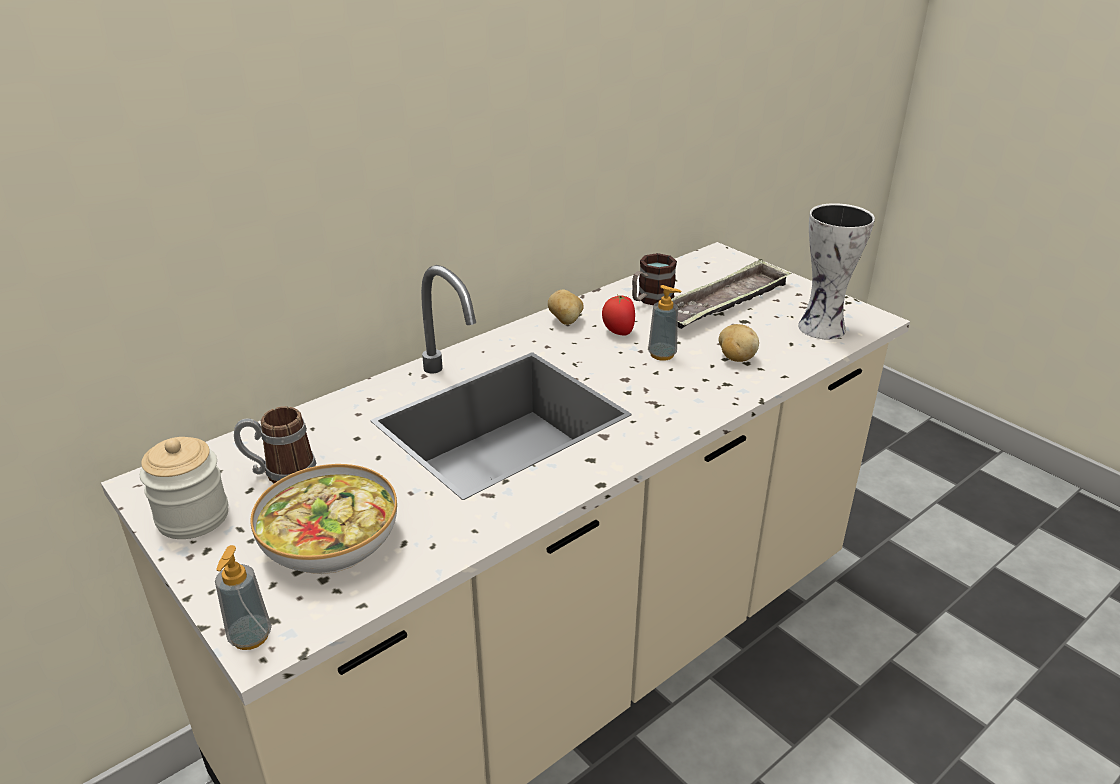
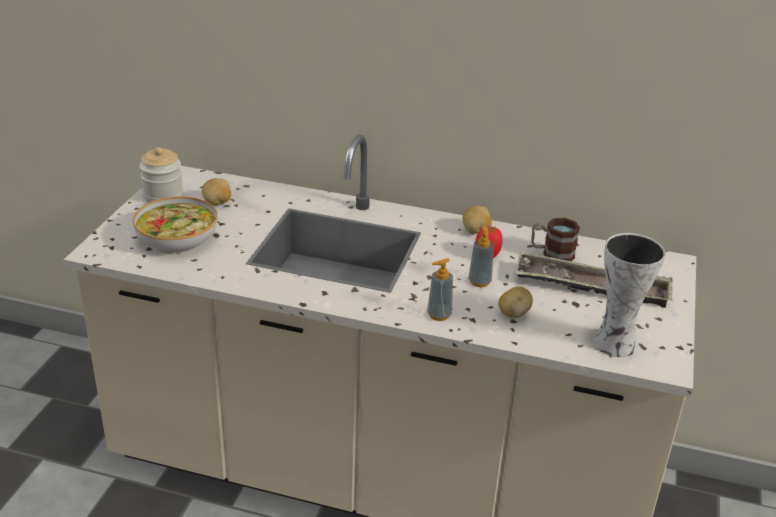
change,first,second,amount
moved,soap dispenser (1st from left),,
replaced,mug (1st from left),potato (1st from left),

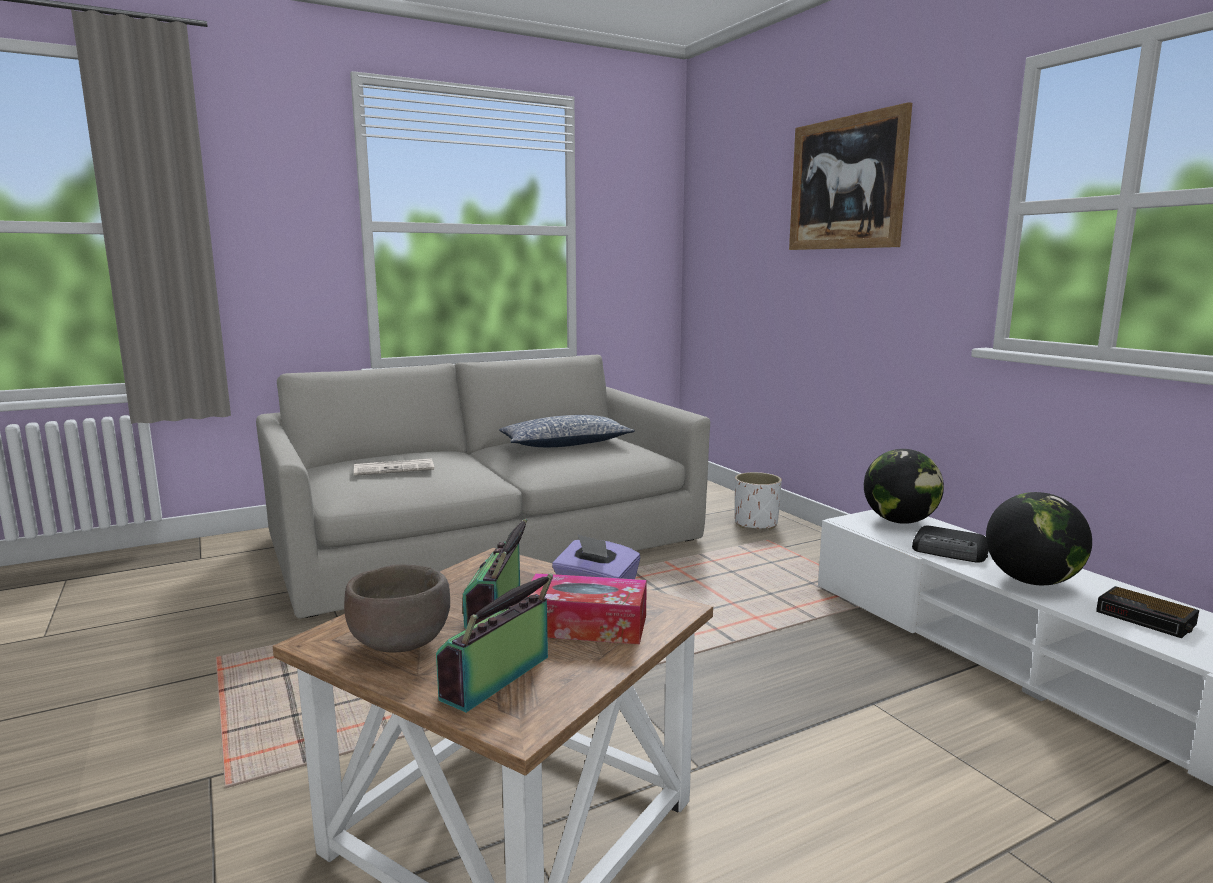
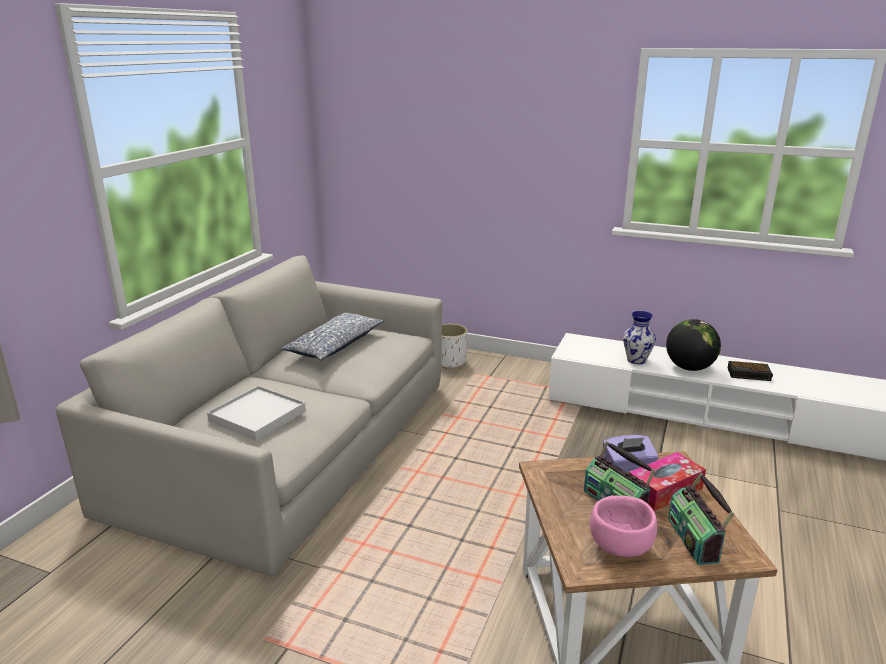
change,first,second,amount
removed,picture,,
removed,globe (1st from left),,
replaced,newspaper,white tray,
replaced,radio (3rd from left),vase,
recoloured,brown bowl,pink bowl,

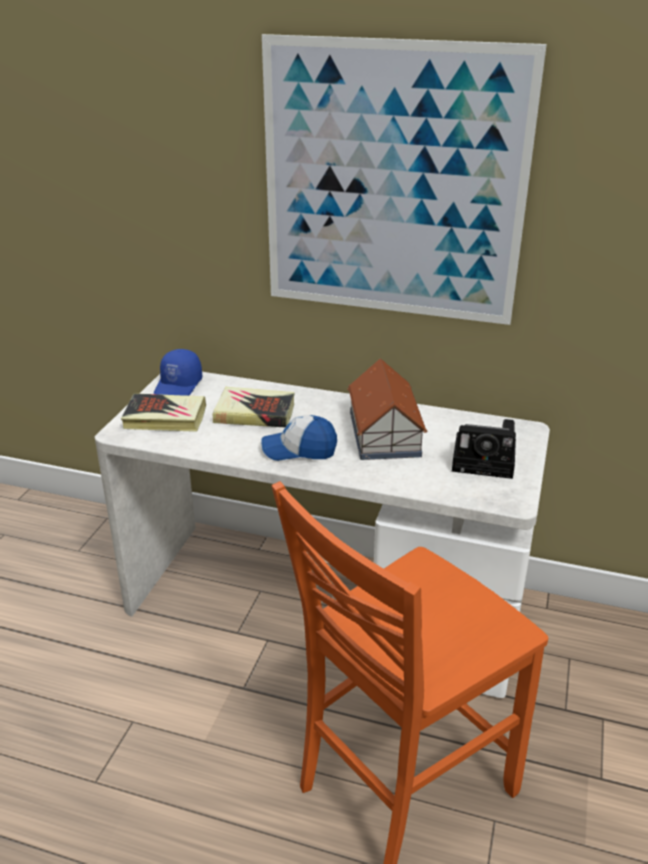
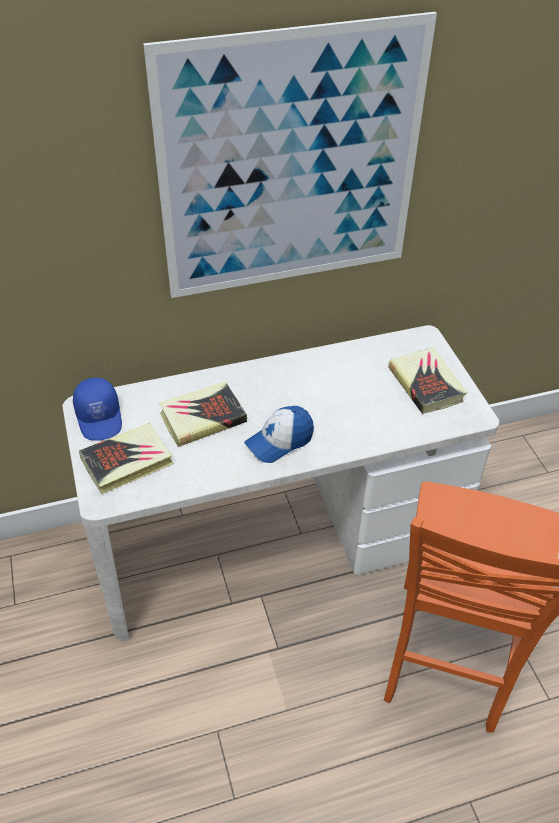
change,first,second,amount
removed,toy house,,
replaced,photo camera,book (3rd from left),

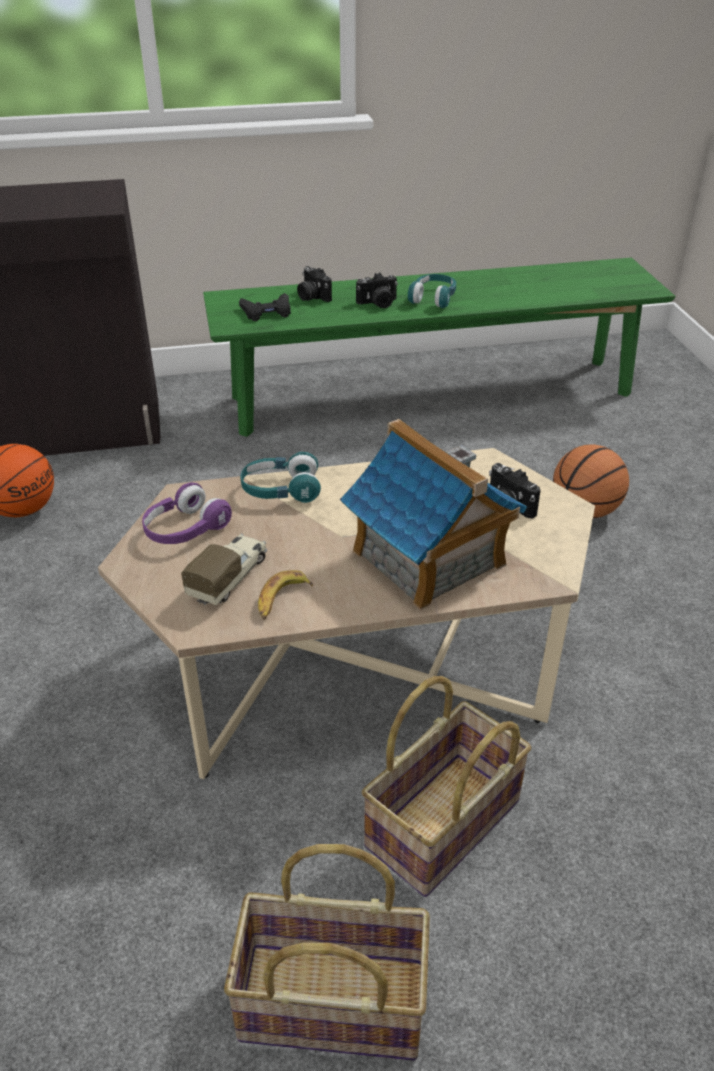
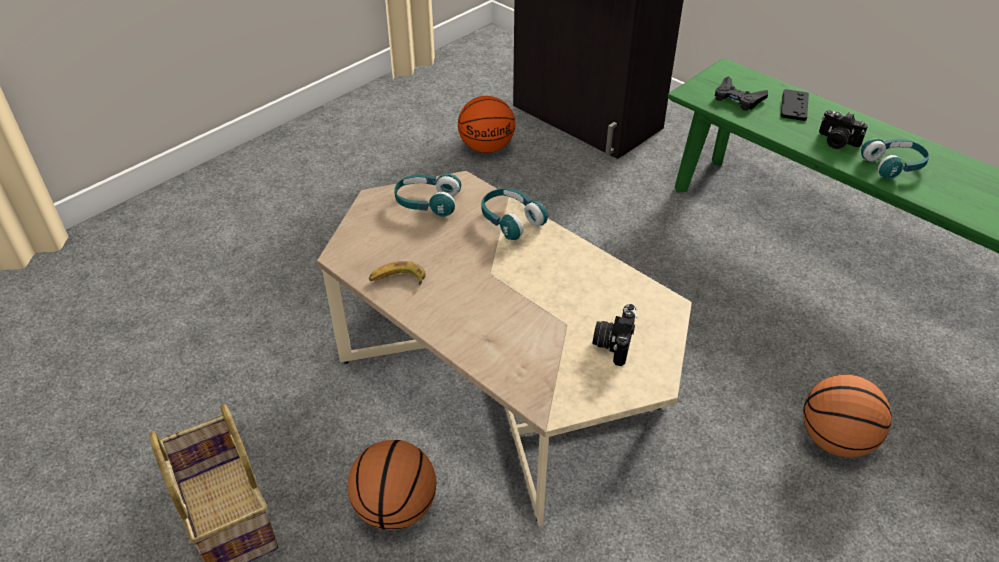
change,first,second,amount
removed,toy truck,,
removed,toy house,,
replaced,photo camera (1st from left),black game controller (2nd from left),
replaced,basket (2nd from left),basketball (1st from left),
recoloured,purple headphones,turquoise headphones (1st from left),

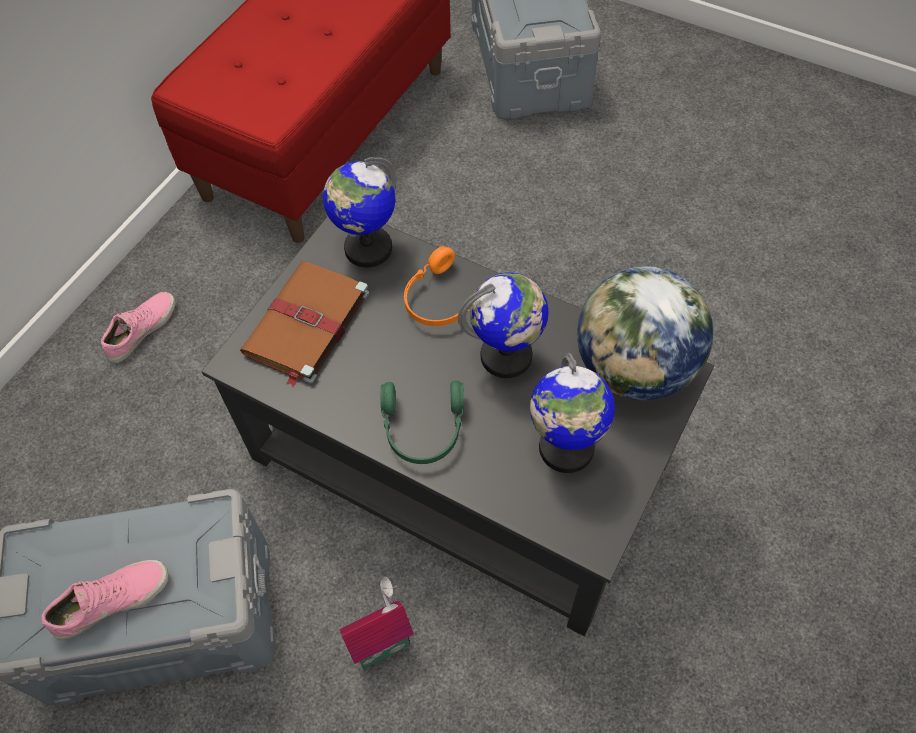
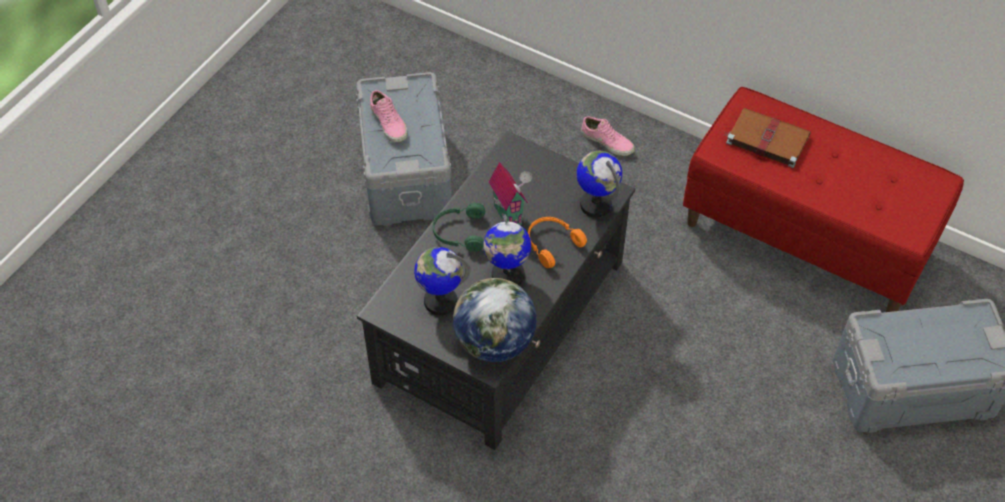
change,first,second,amount
moved,brown book,,
moved,toy house,,

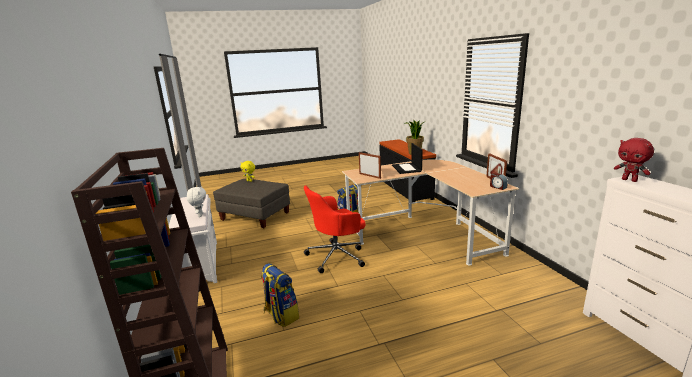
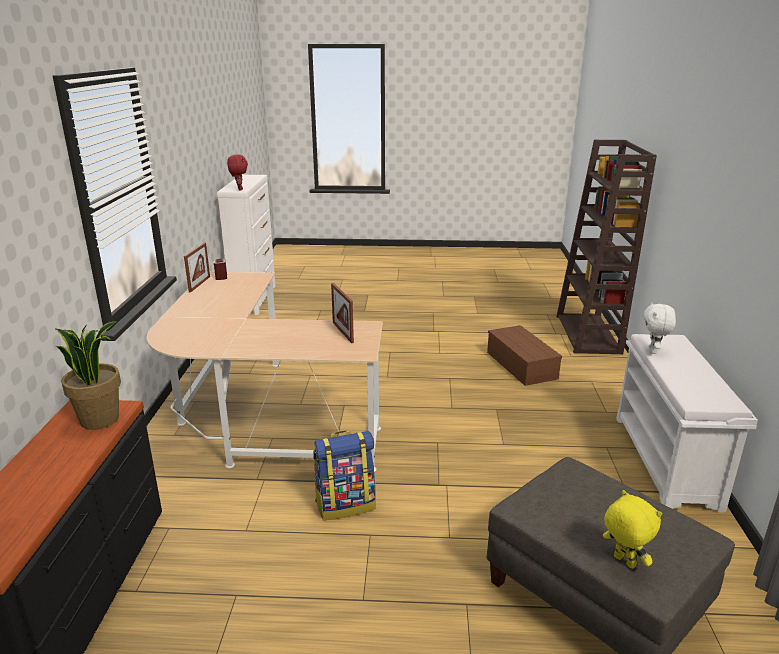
change,first,second,amount
removed,red office chair,,
removed,laptop,,
replaced,backpack (1st from left),brown storage box,

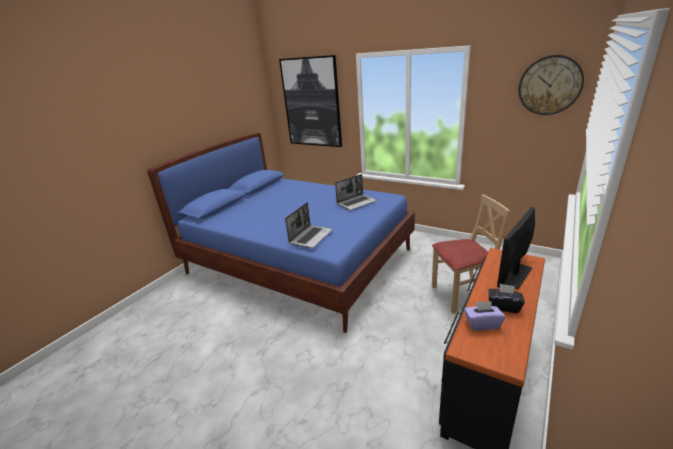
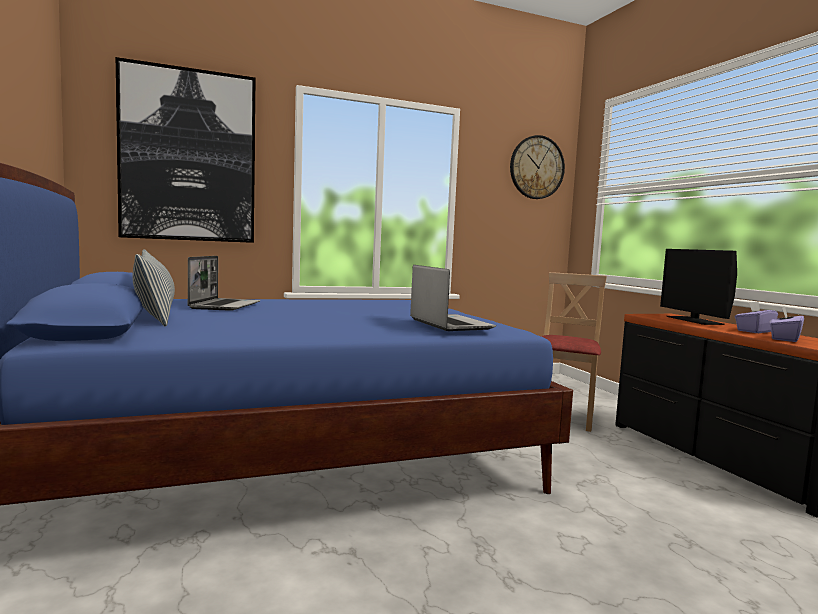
change,first,second,amount
added,,pillow,
moved,laptop (2nd from left in the first image),laptop (1st from left),
recoloured,black tissue box,purple tissue box (1st from left),

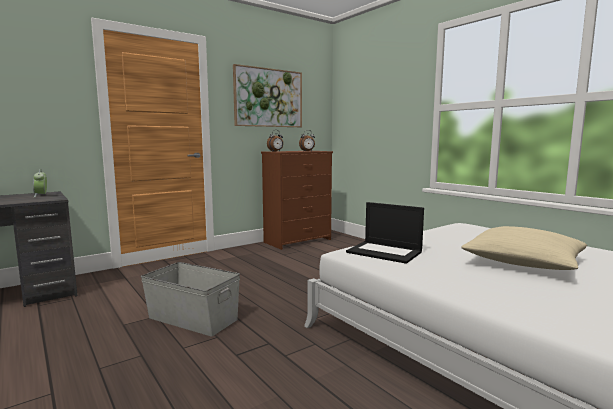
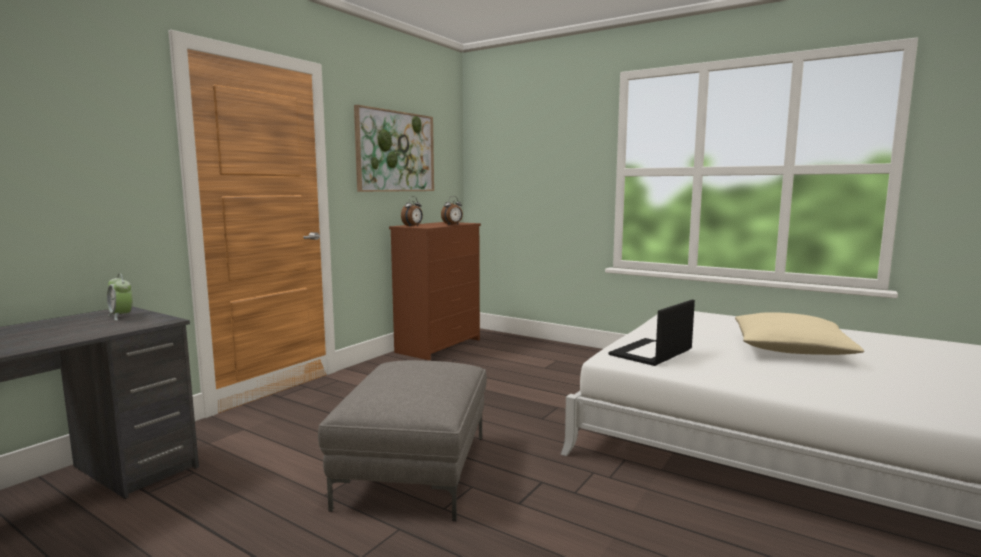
change,first,second,amount
replaced,grey storage box,grey ottoman,
turned,laptop,,120 degrees clockwise

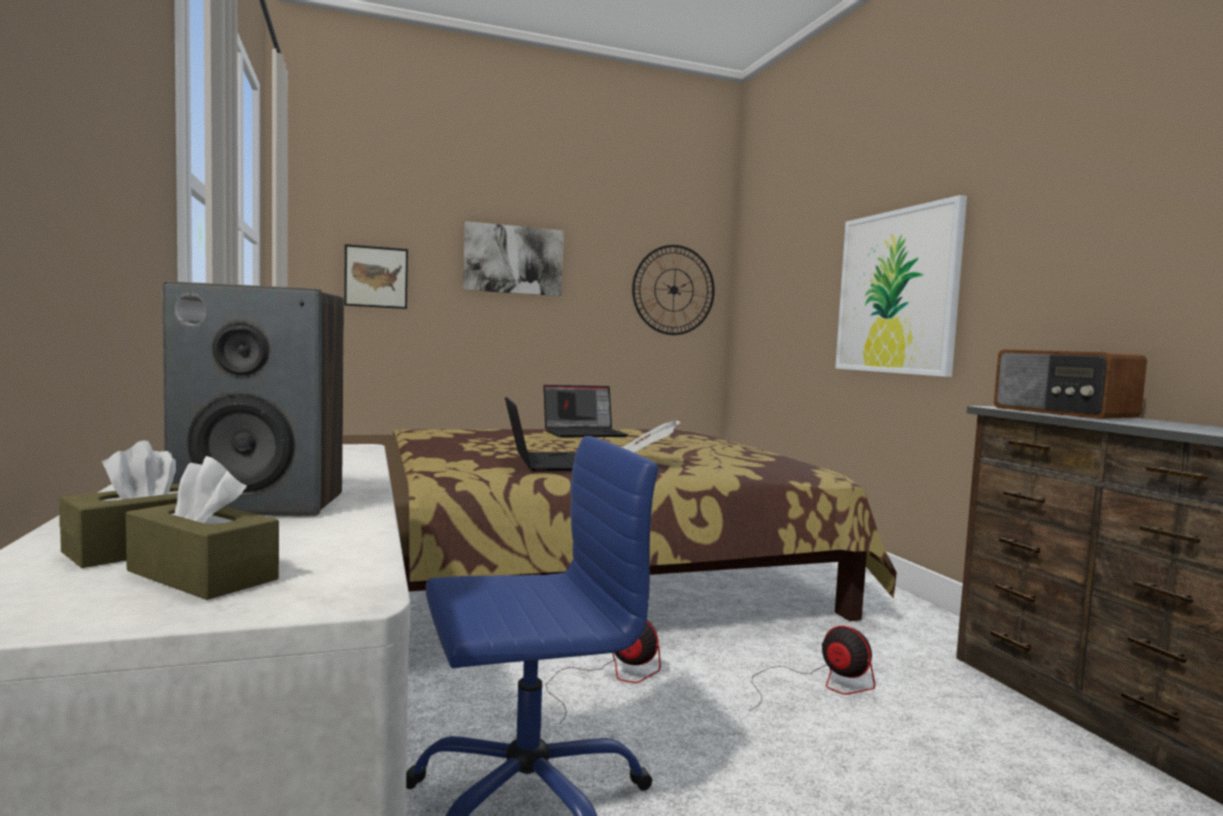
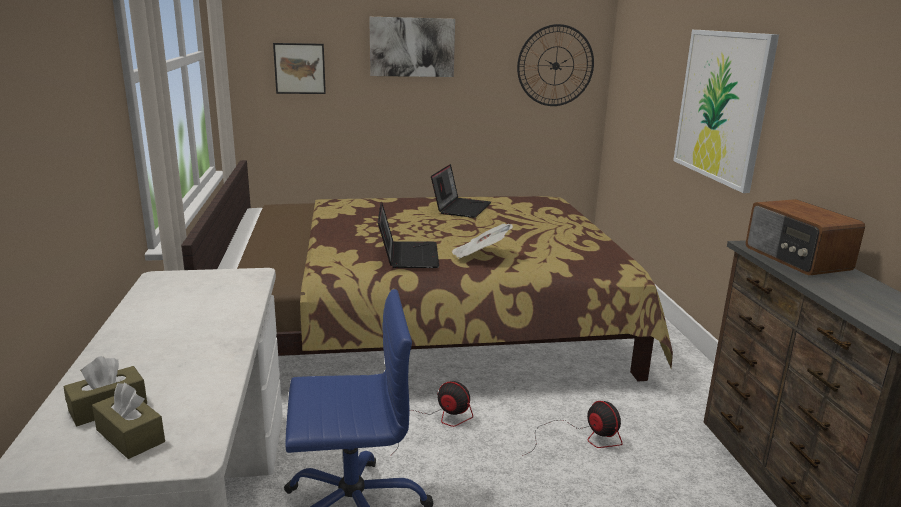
change,first,second,amount
removed,speaker,,
turned,laptop (2nd from left),,60 degrees counterclockwise

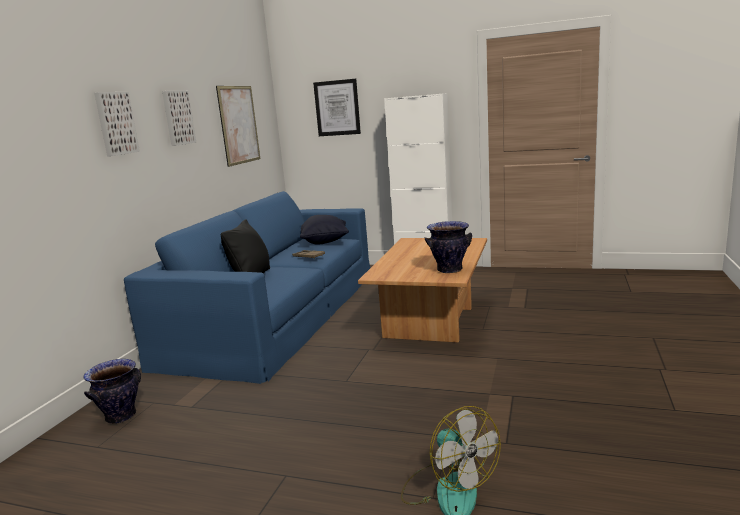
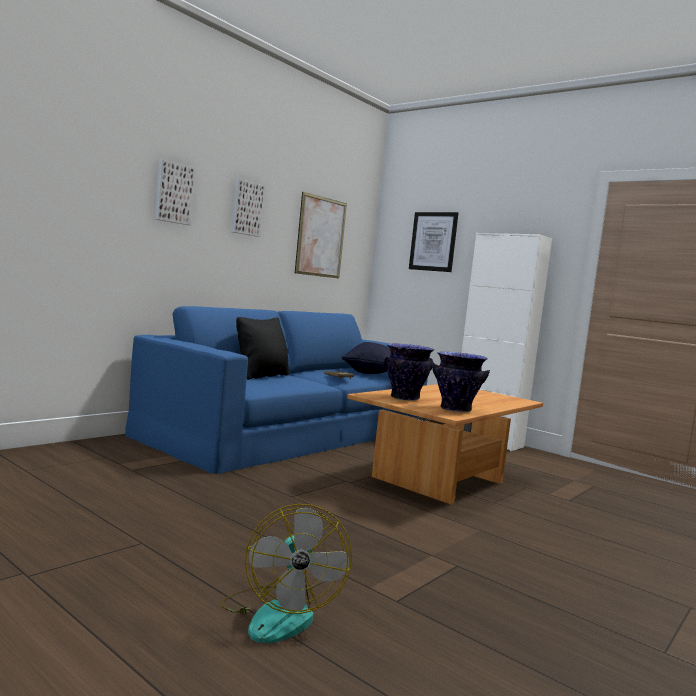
change,first,second,amount
moved,vase (1st from left),,

